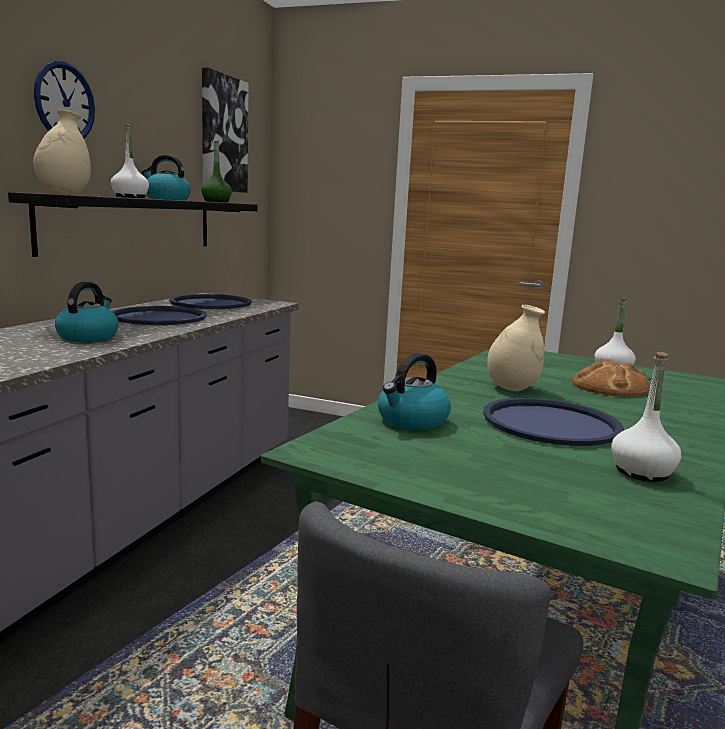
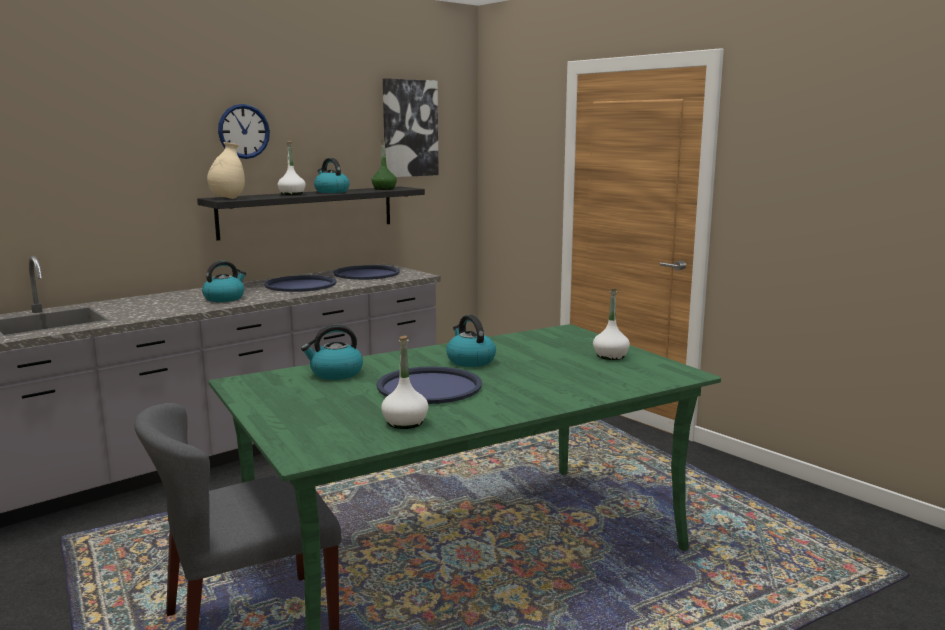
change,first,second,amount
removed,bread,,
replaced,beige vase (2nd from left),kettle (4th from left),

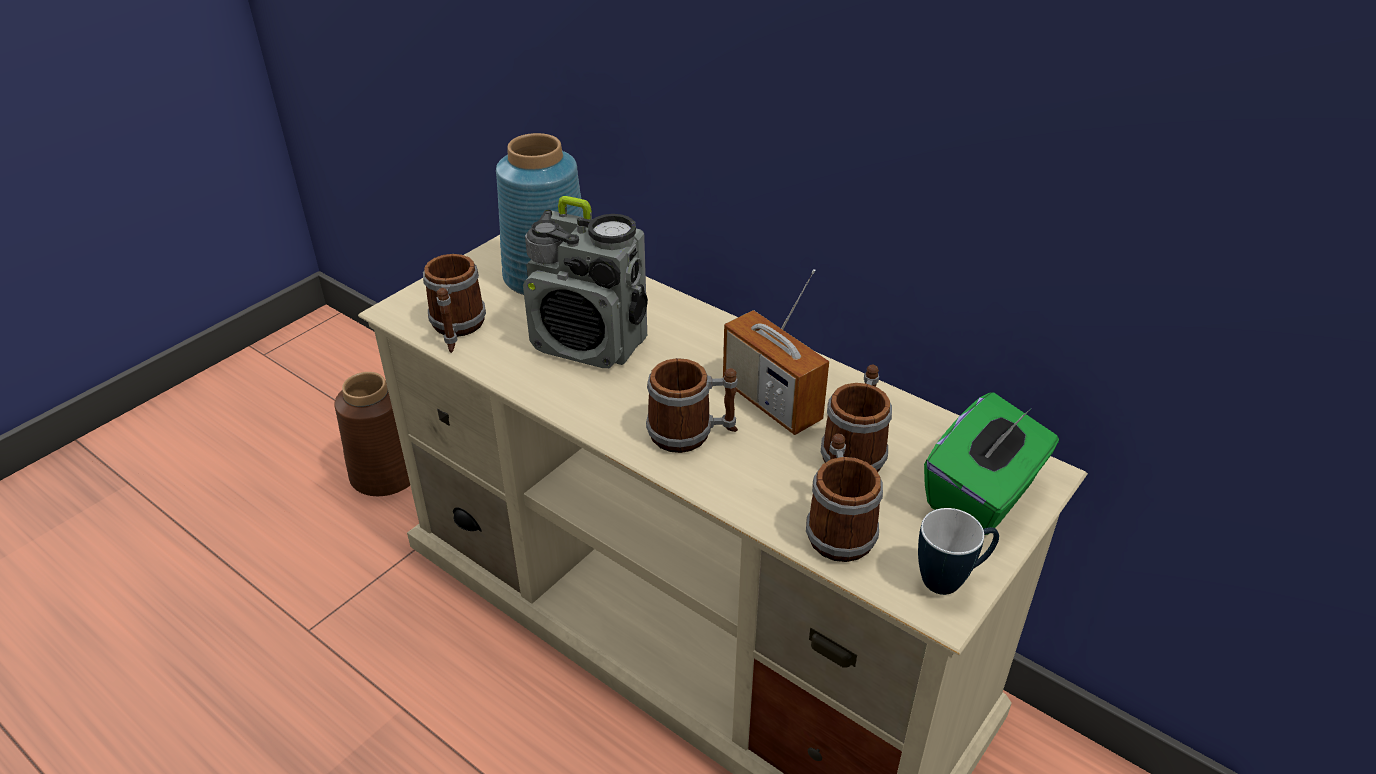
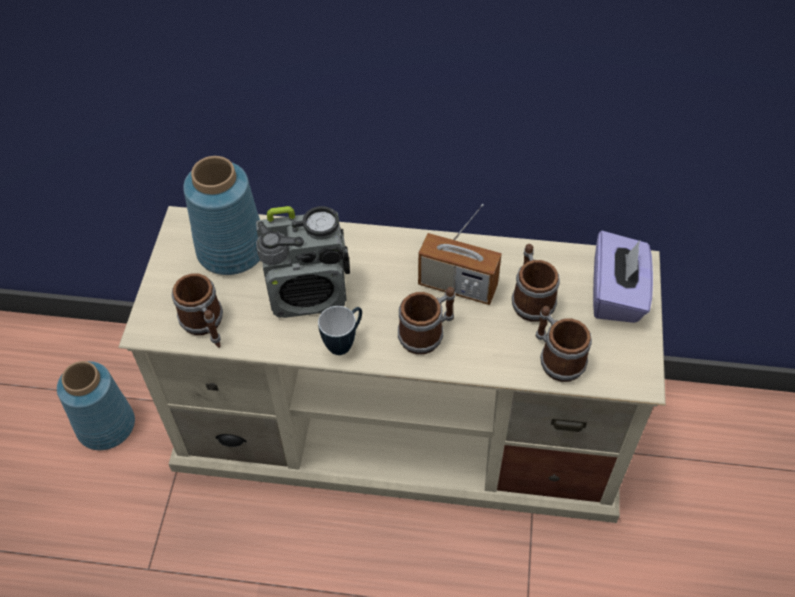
change,first,second,amount
moved,mug (5th from left in the first image),mug (2nd from left),
recoloured,brown vase,blue vase (1st from left),
recoloured,green tissue box,purple tissue box,

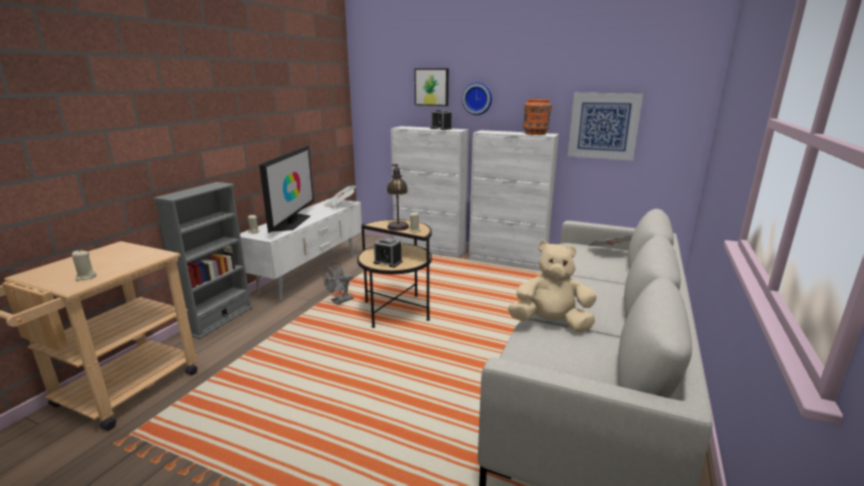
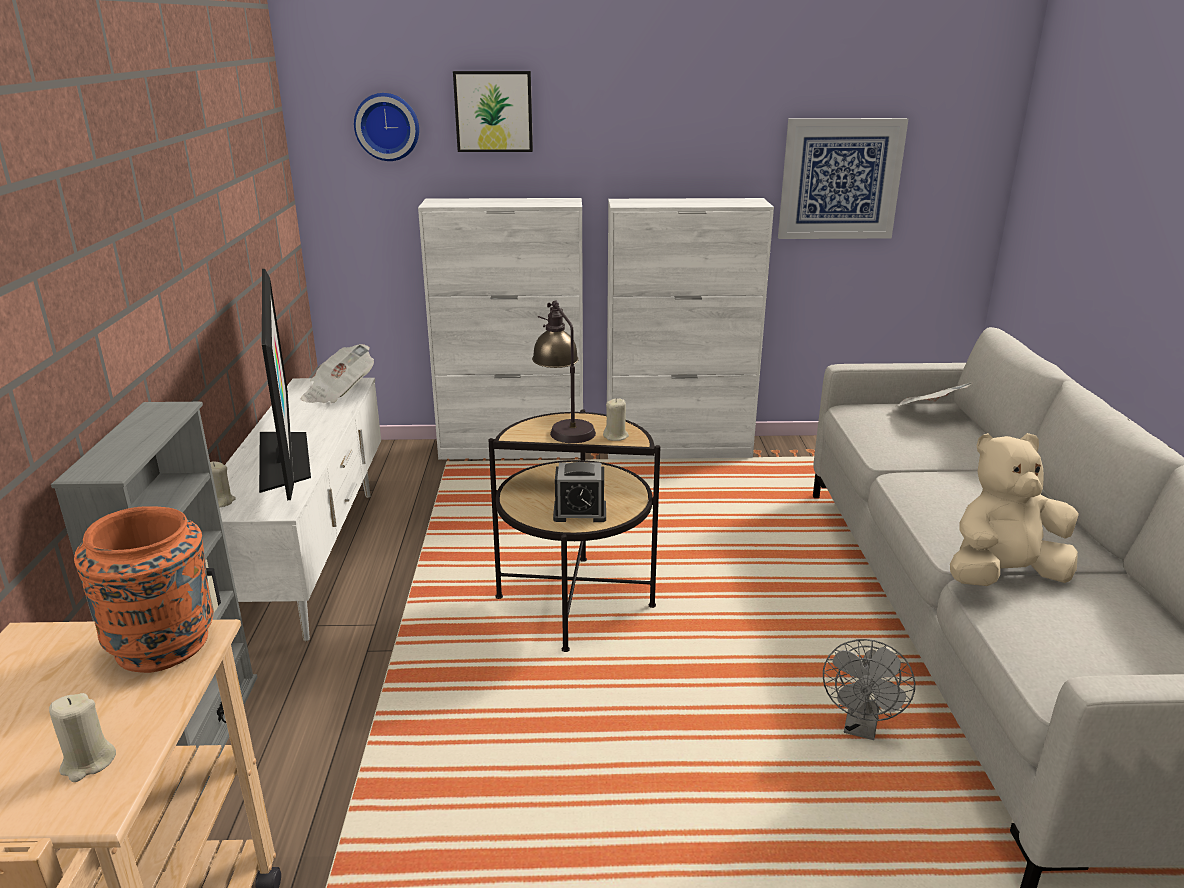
change,first,second,amount
removed,alarm clock (2nd from left),,
moved,grey fan,,
moved,wall clock,,
moved,orange vase,,

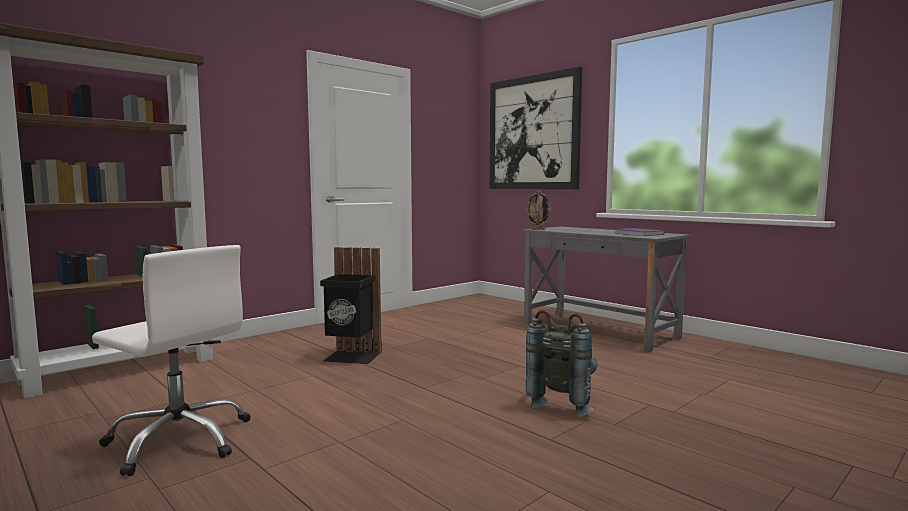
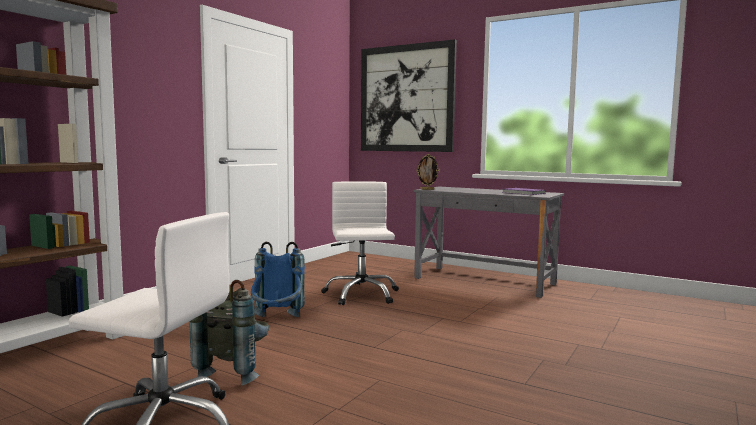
change,first,second,amount
added,,white office chair (2nd from left),
moved,grey backpack,,
replaced,black trash can,blue backpack,

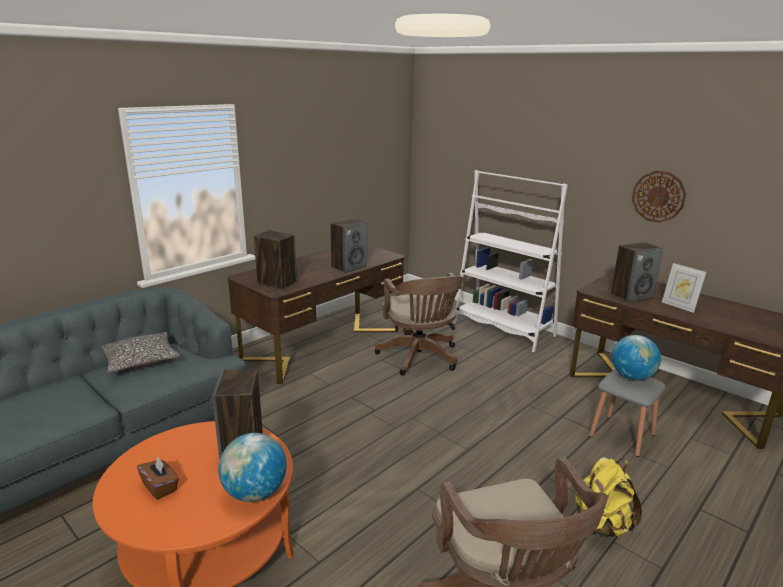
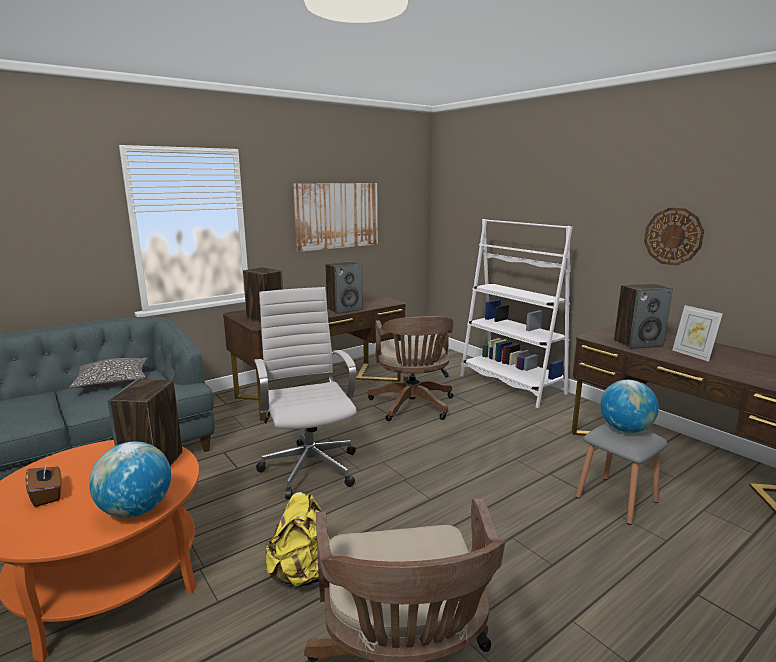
change,first,second,amount
added,,white office chair,
added,,picture,
moved,yellow backpack,,

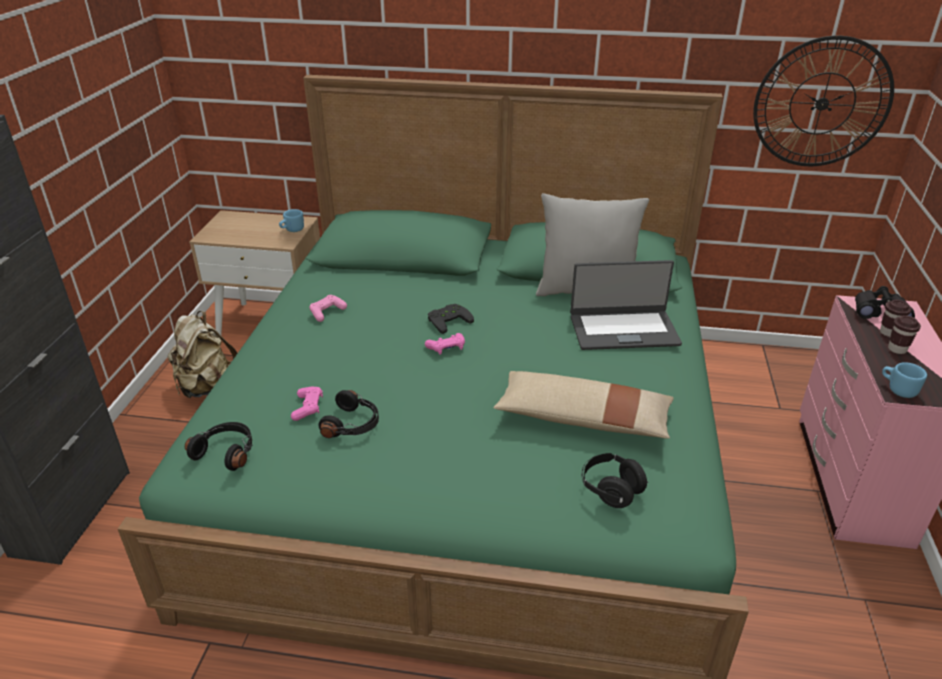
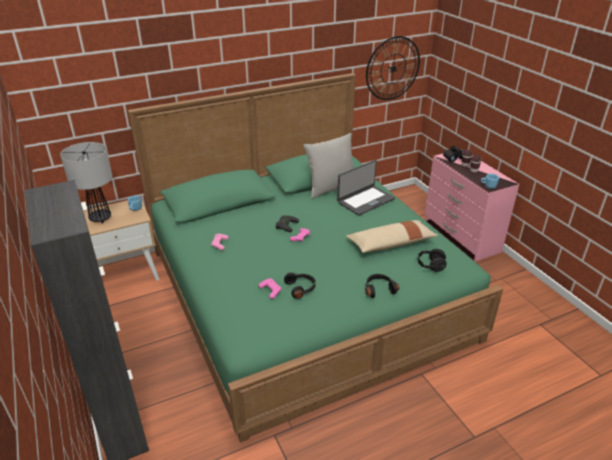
change,first,second,amount
removed,beige backpack,,
added,,table lamp,
moved,black headphones (1st from left in the first image),black headphones (2nd from left),

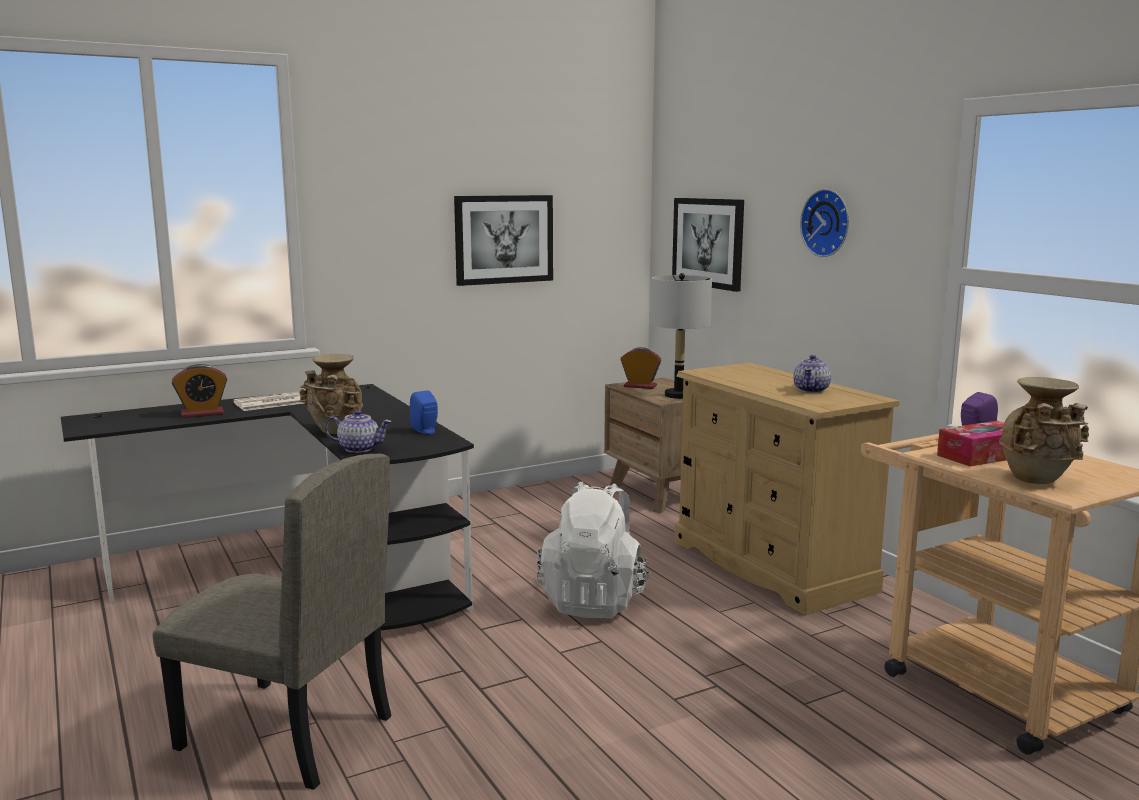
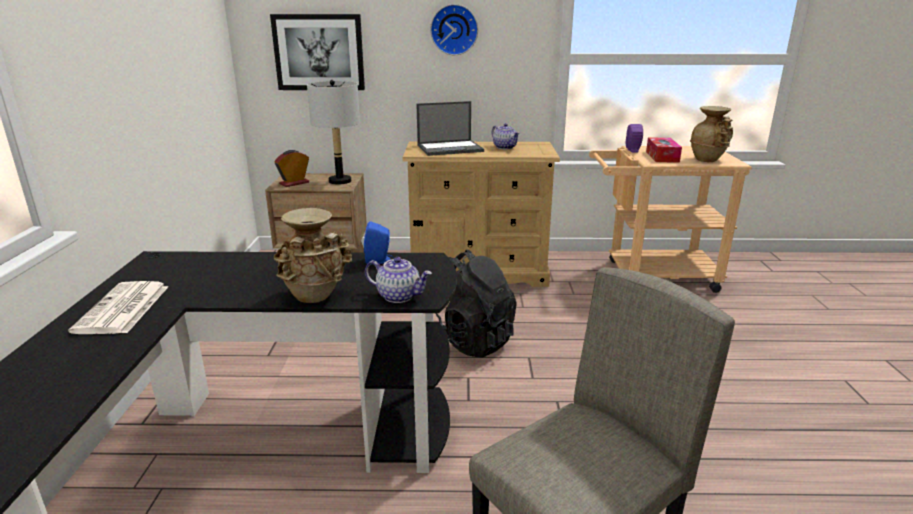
change,first,second,amount
removed,alarm clock (1st from left),,
removed,picture (1st from left),,
added,,laptop,
recoloured,white backpack,black backpack,
turned,teapot (1st from left),,75 degrees clockwise

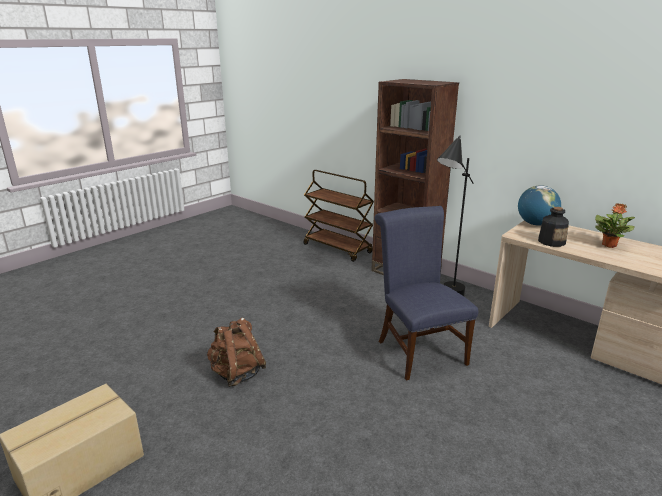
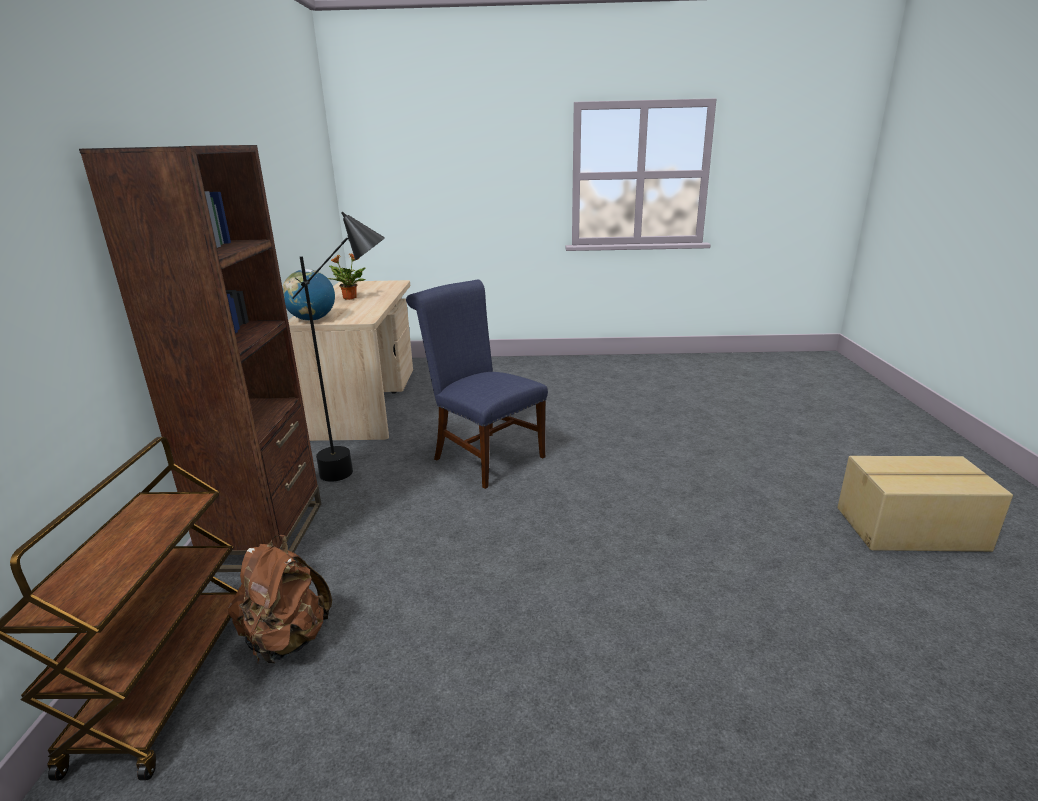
change,first,second,amount
removed,bottle,,
moved,brown backpack,,
turned,blue chair,,105 degrees clockwise

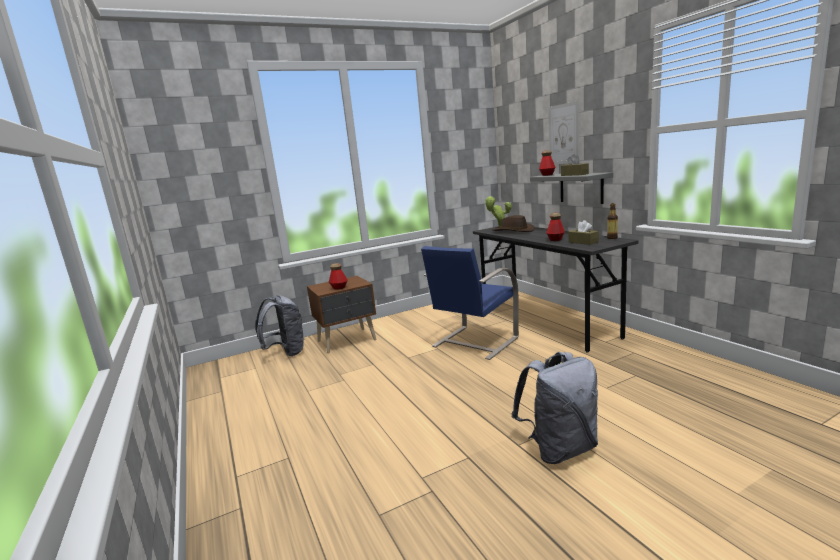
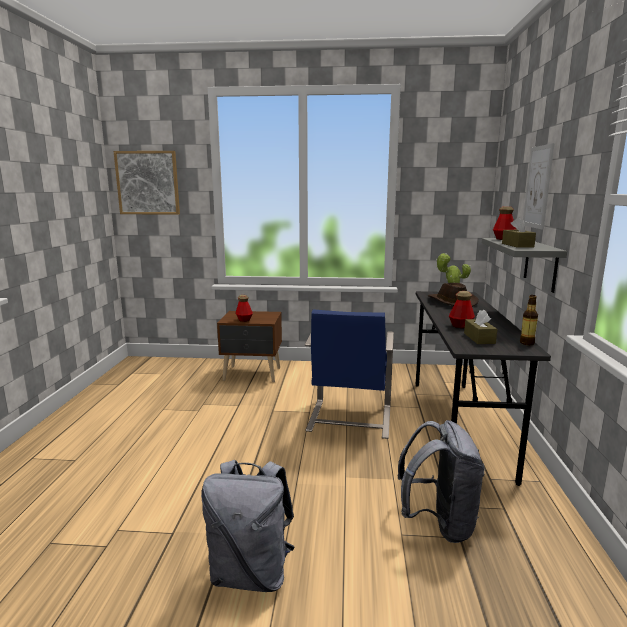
change,first,second,amount
added,,picture (1st from left),
moved,grey backpack (1st from left in the first image),grey backpack (2nd from left),
turned,blue chair,,60 degrees counterclockwise

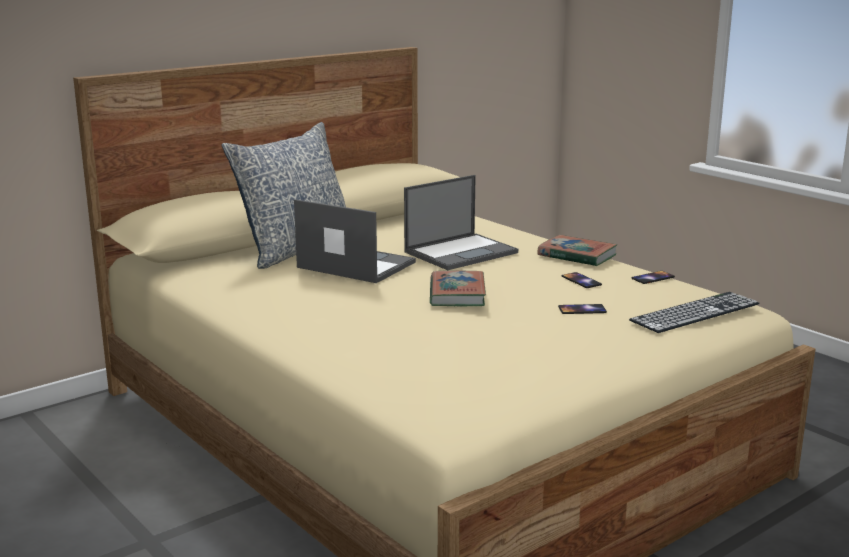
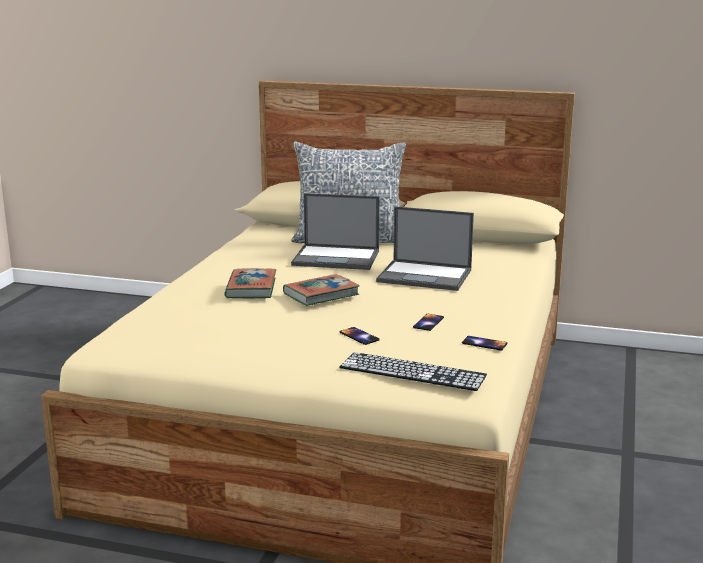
change,first,second,amount
moved,book (2nd from left in the first image),book (1st from left),
turned,laptop (1st from left),,105 degrees clockwise

